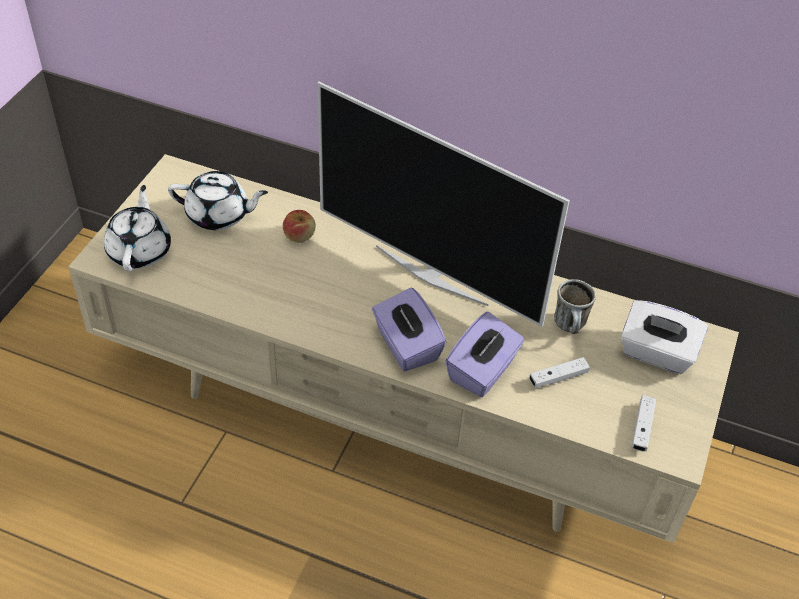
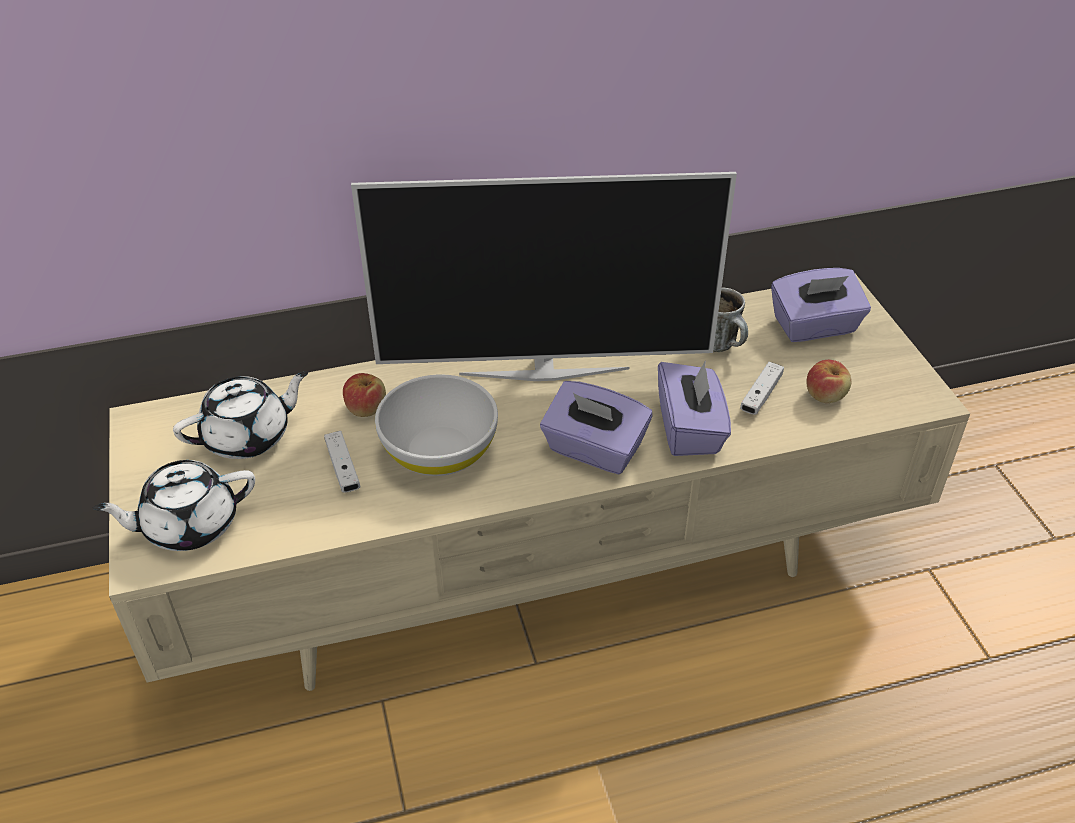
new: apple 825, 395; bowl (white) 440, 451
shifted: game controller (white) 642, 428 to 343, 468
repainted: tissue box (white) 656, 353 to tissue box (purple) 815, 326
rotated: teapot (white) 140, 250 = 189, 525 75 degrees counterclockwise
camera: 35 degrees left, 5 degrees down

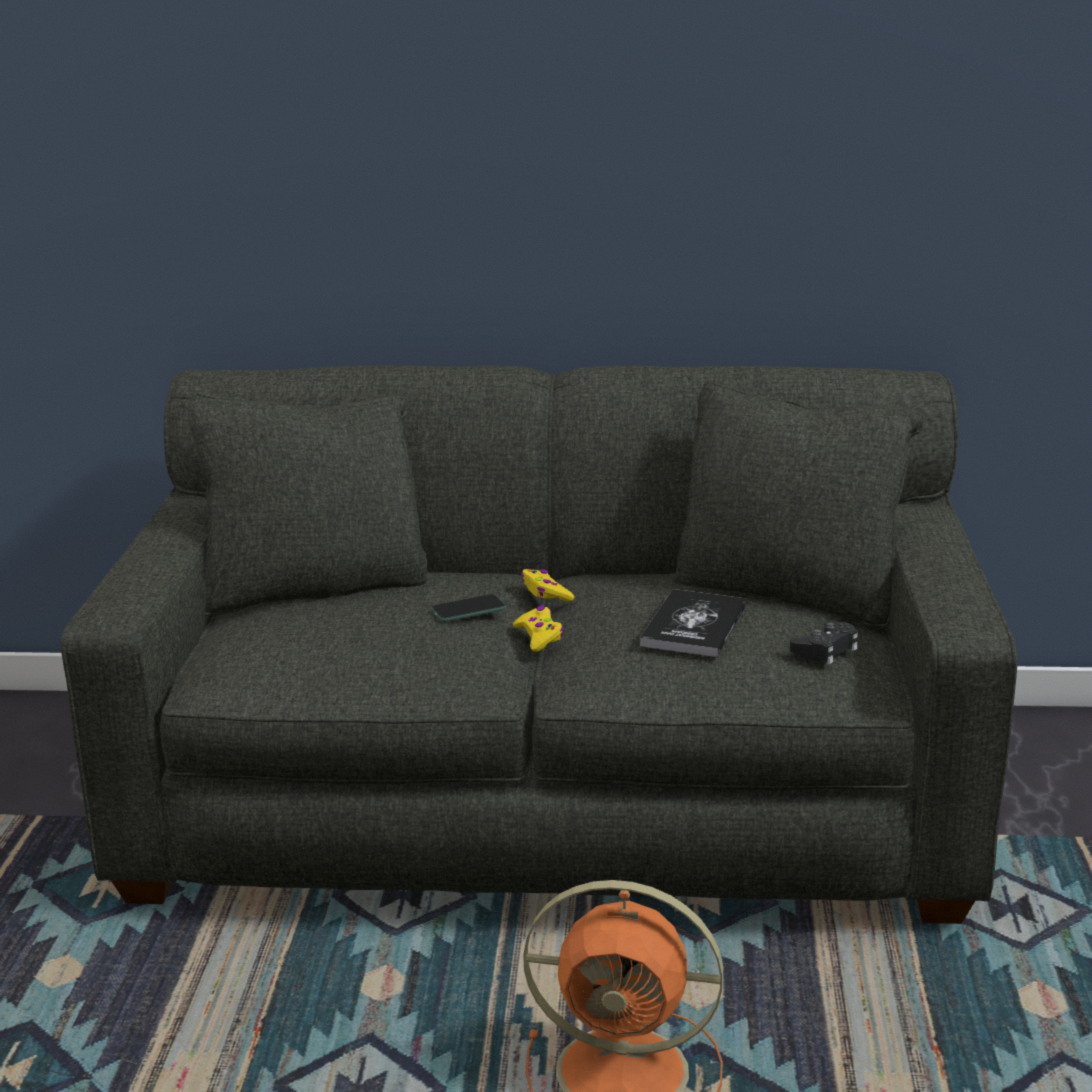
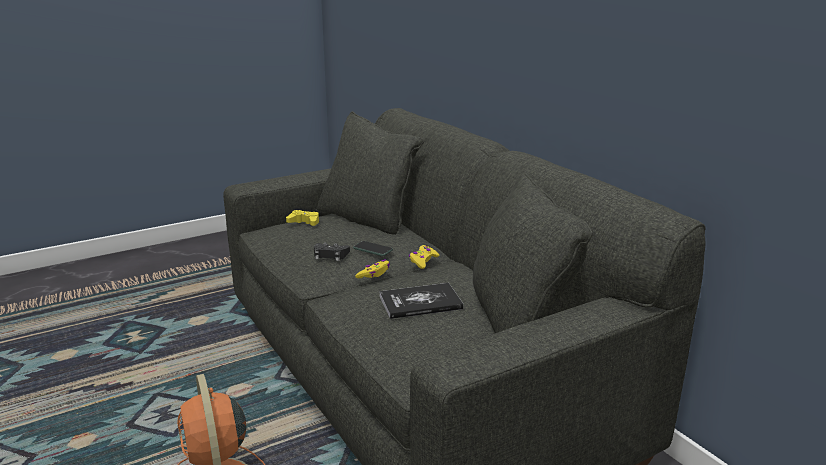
new: game controller (yellow) 304, 222
shifted: game controller (black) 825, 649 to 330, 255
camera: 55 degrees right, 0 degrees up

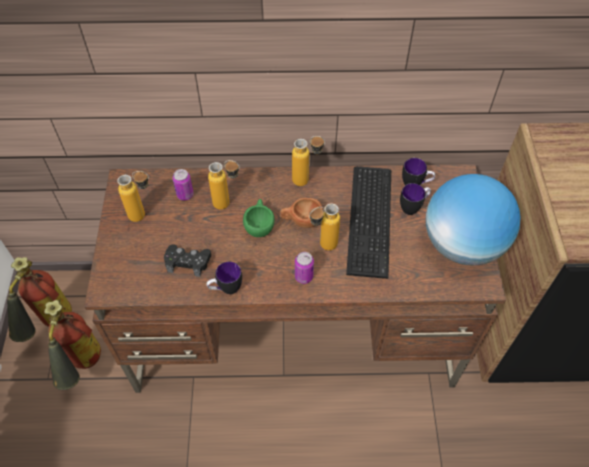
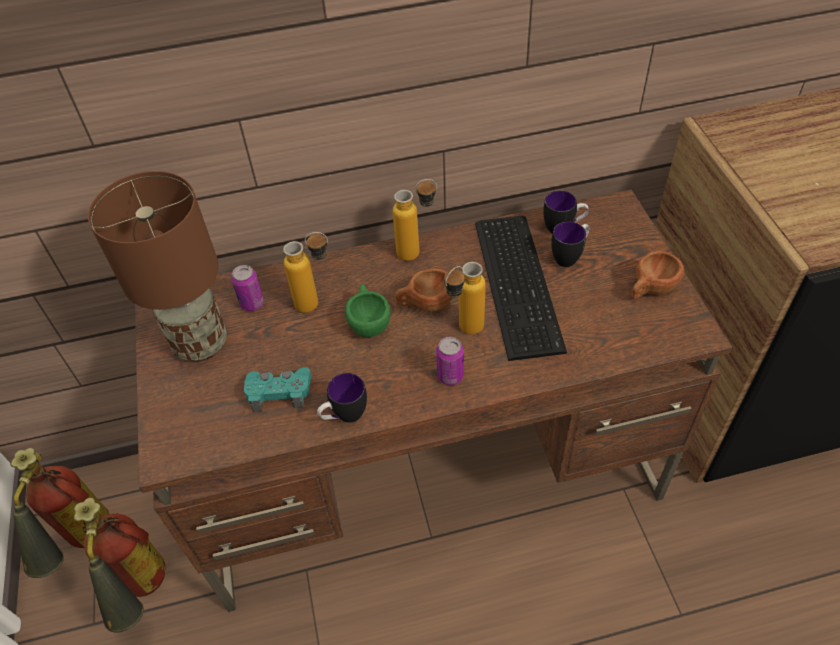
swapped: bottle 144, 215 to table lamp (brown) 199, 343; globe 462, 245 to cup (brown) 650, 290
repainted: game controller (black) 188, 262 to game controller (turquoise) 279, 392
camera: 10 degrees left, 5 degrees down

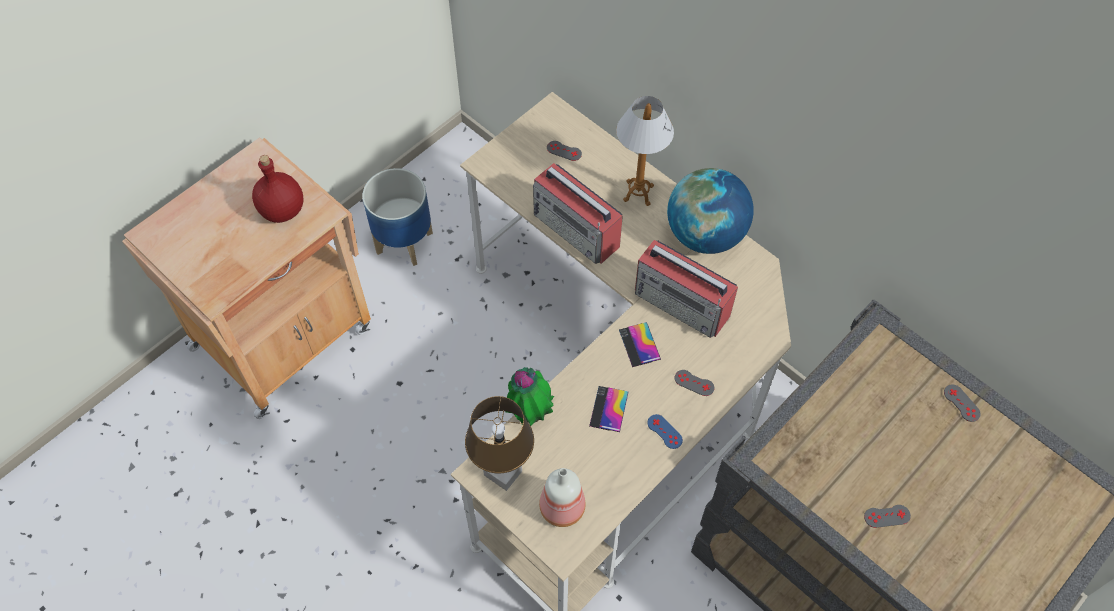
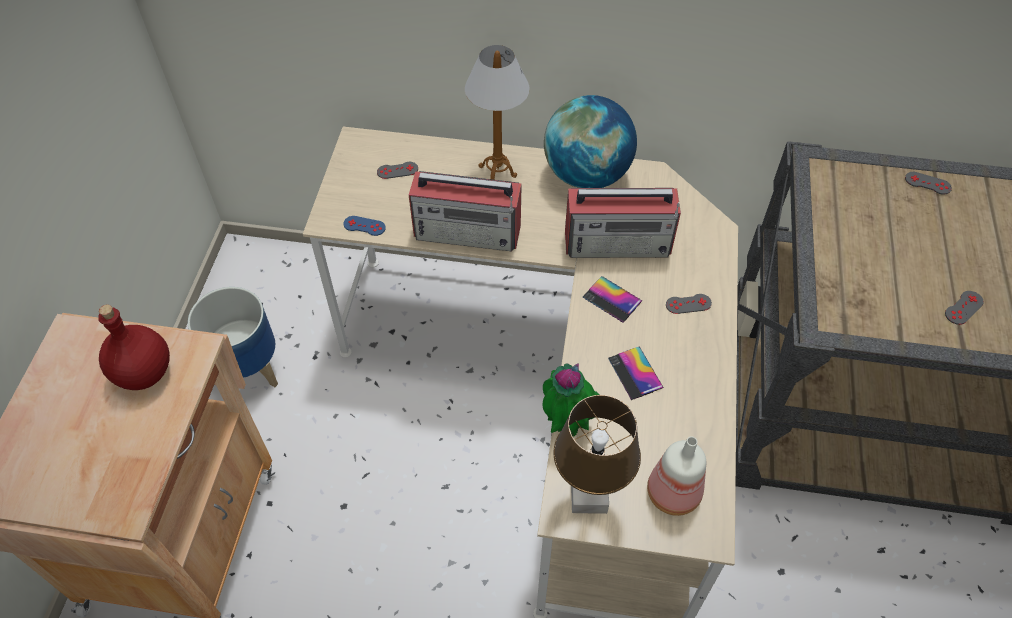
shifted: game controller (blue) 664, 431 to 364, 226
camera: 35 degrees left, 5 degrees down

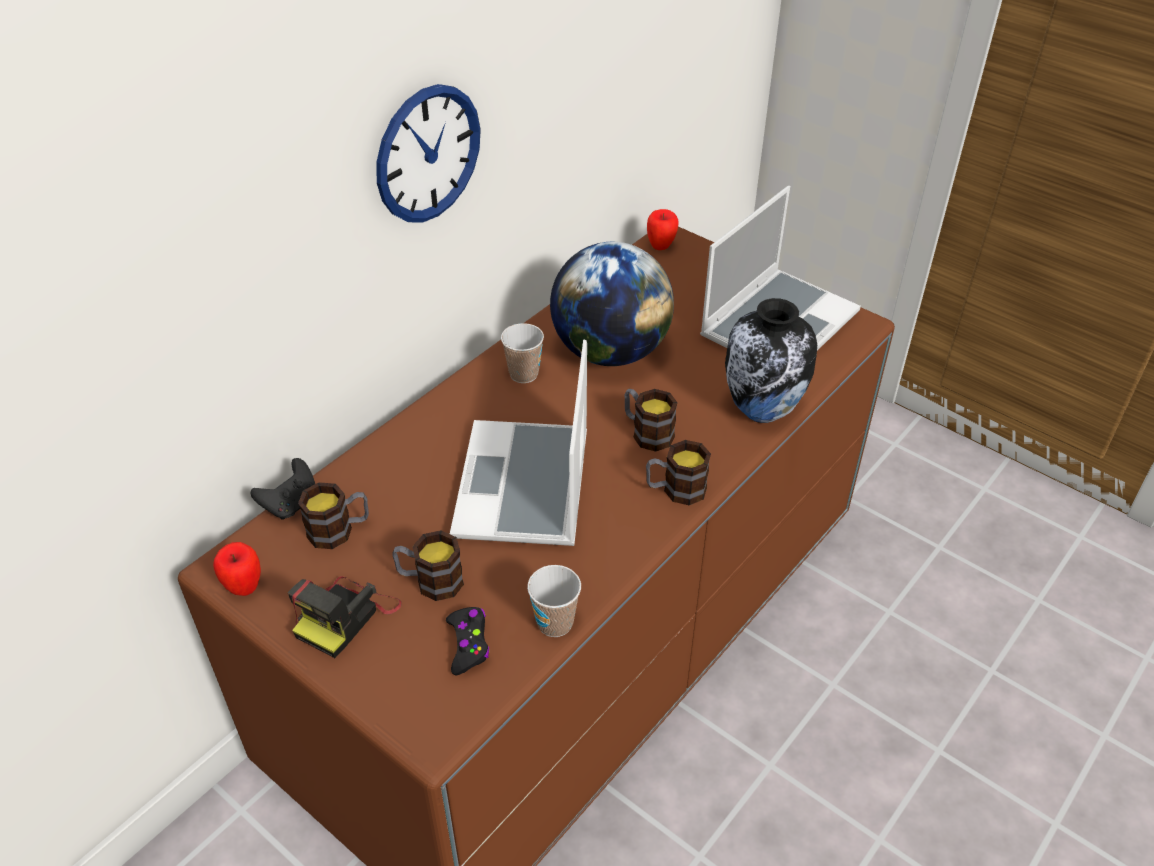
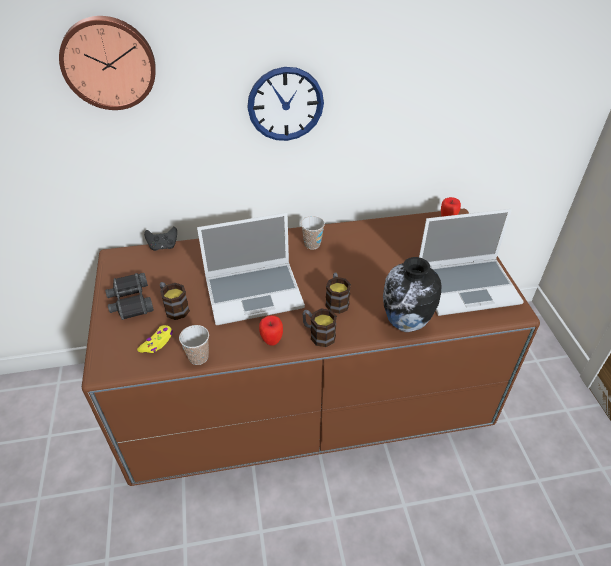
gone: globe 610, 351; mug 339, 530
new: wall clock 109, 62
shifted: apple 244, 587 to 271, 340
swapped: photo camera 346, 616 to binoculars (black) 130, 301
repainted: game controller (black) 468, 644 to game controller (yellow) 157, 342
rotated: laptop 525, 487 = 255, 293 150 degrees counterclockwise
camera: 40 degrees right, 0 degrees up

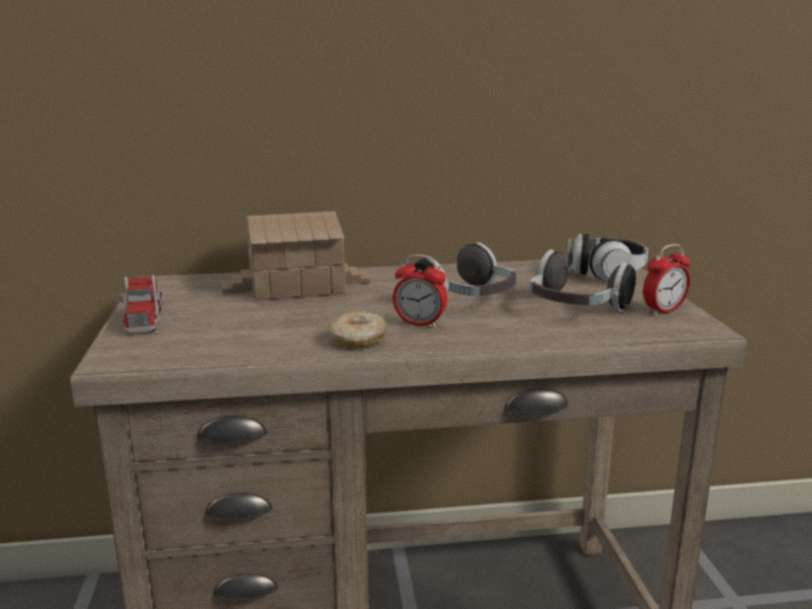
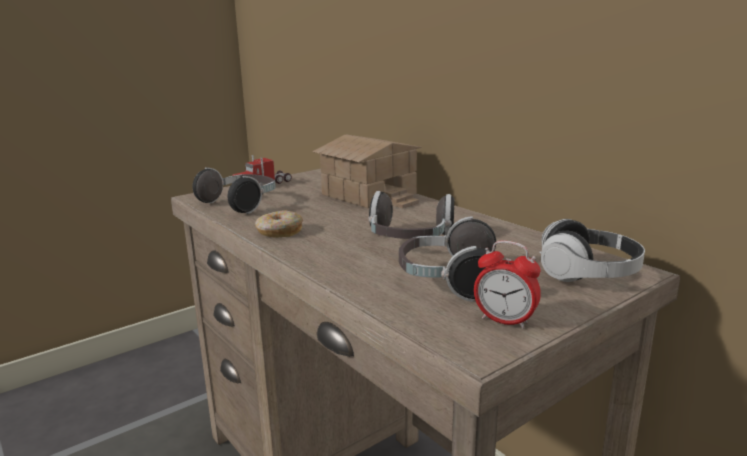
gone: alarm clock 419, 324
new: headphones 241, 204
camera: 60 degrees right, 0 degrees up

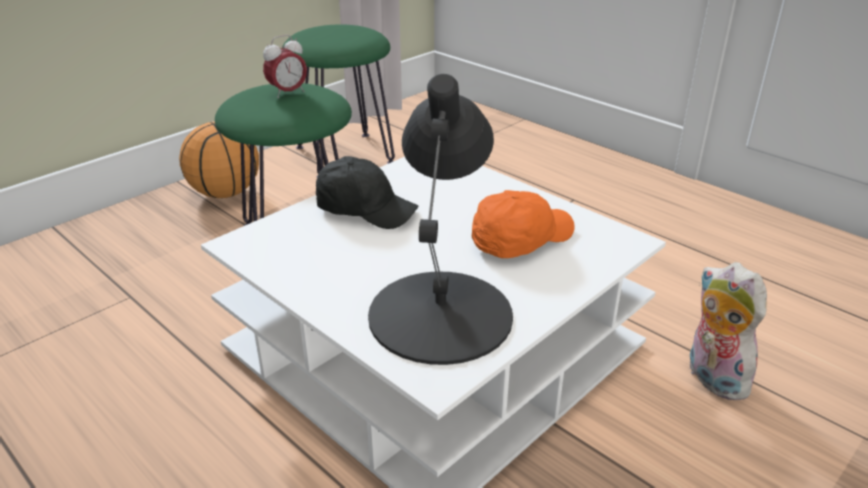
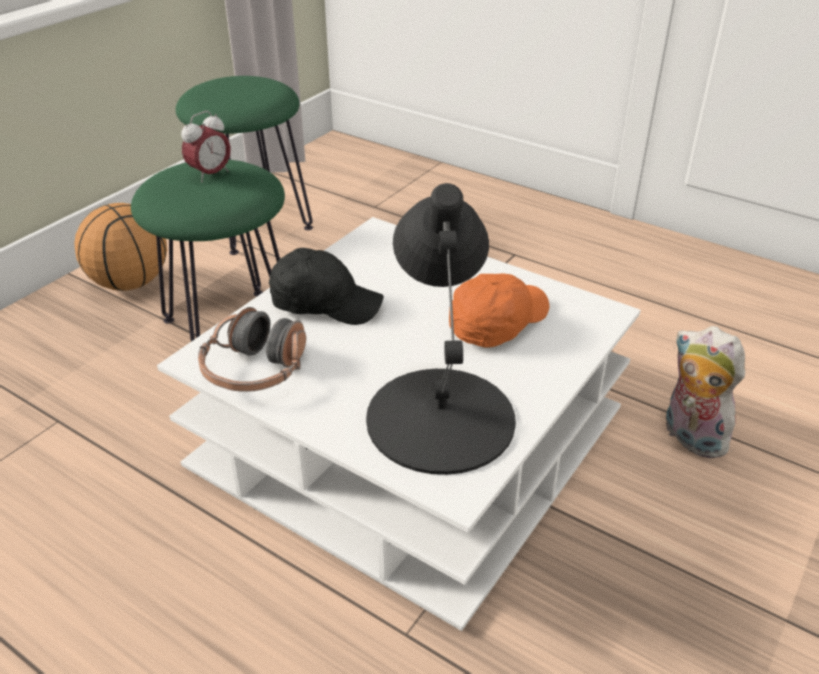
new: headphones 255, 370
camera: 10 degrees left, 5 degrees up

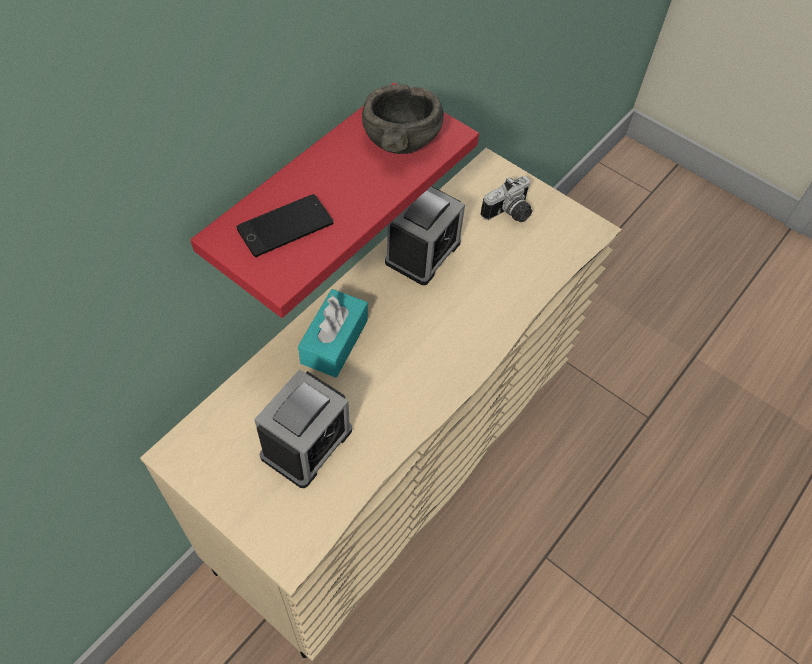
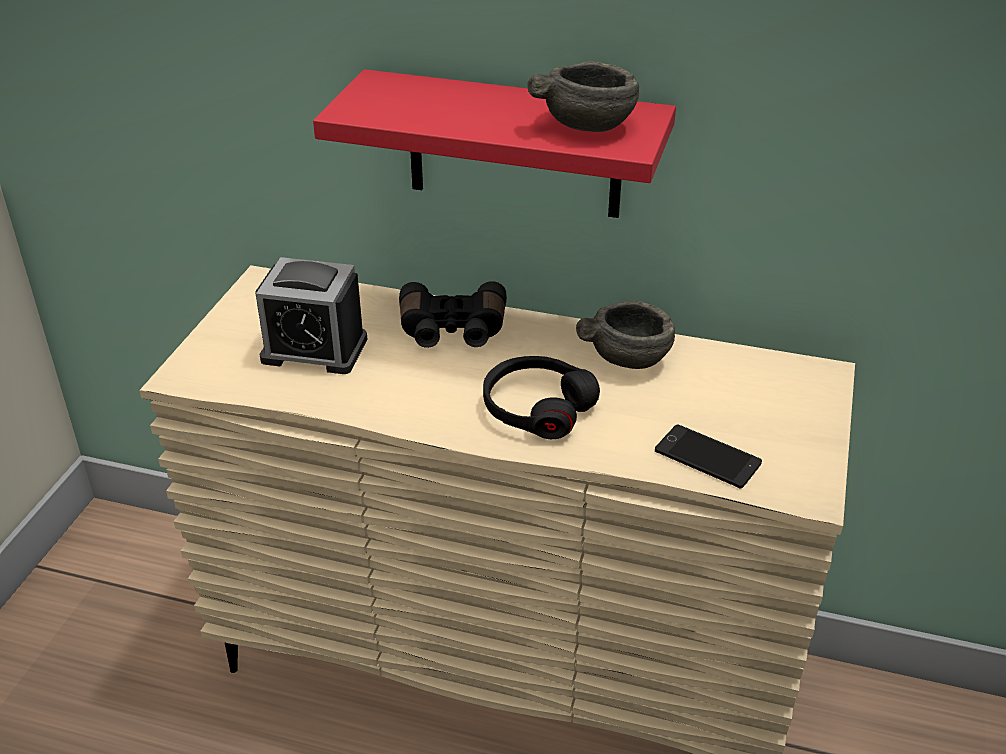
gone: photo camera 509, 214
new: headphones (black) 537, 408
shifted: phone 285, 226 to 707, 457
swapped: alarm clock 423, 252 to bowl (grey) 628, 357; tissue box (turquoise) 334, 341 to binoculars (black) 452, 331
camera: 70 degrees right, 20 degrees down

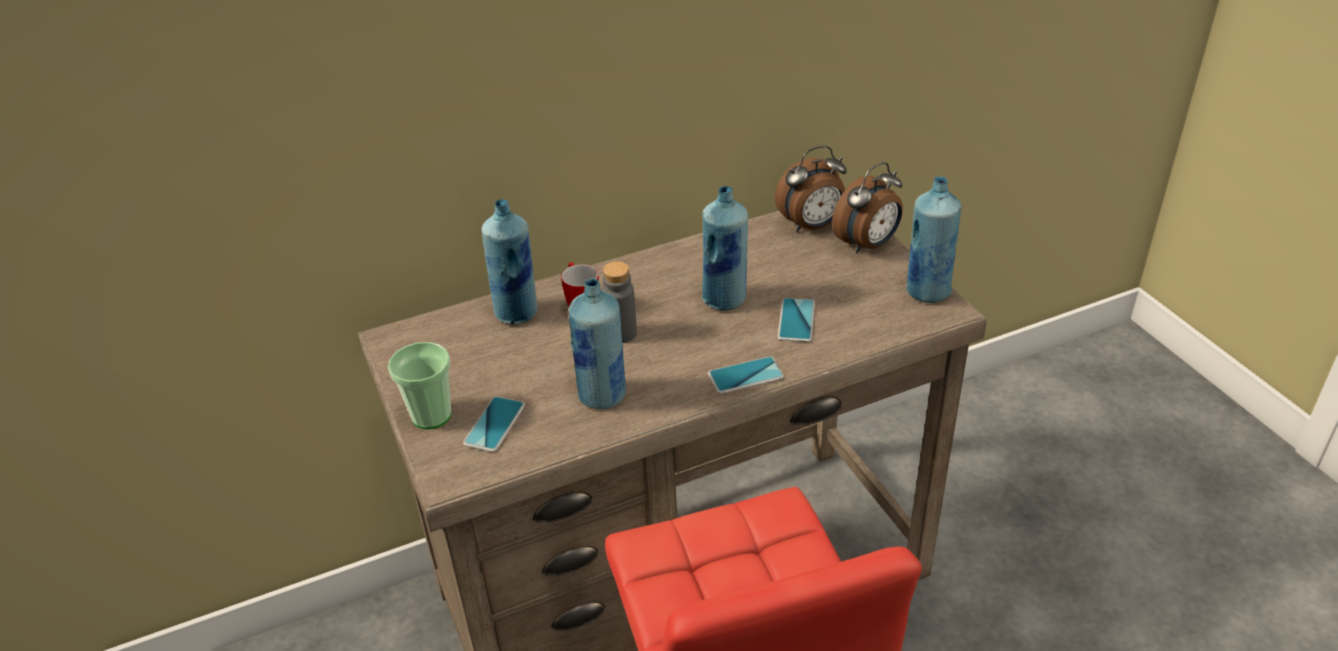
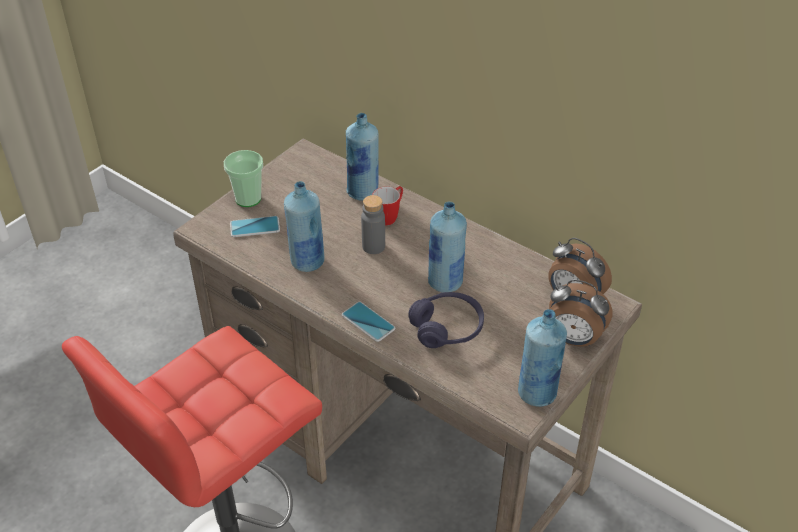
swapped: phone 796, 320 to headphones (purple) 447, 328
camera: 60 degrees right, 5 degrees up

